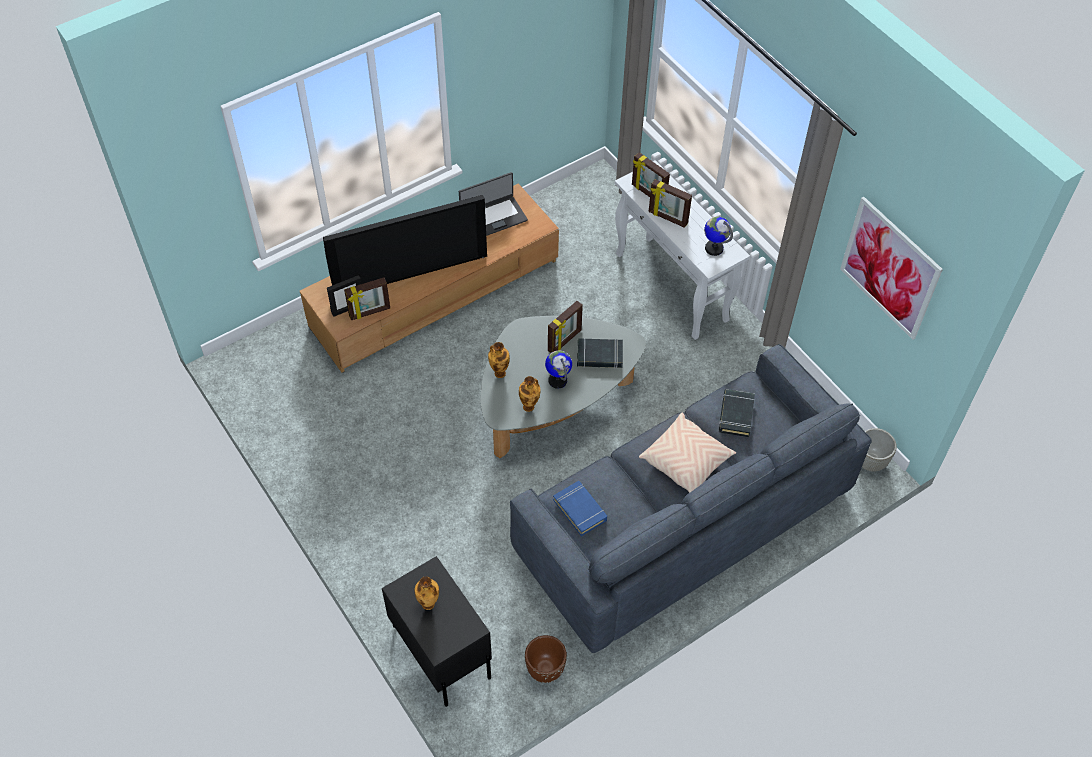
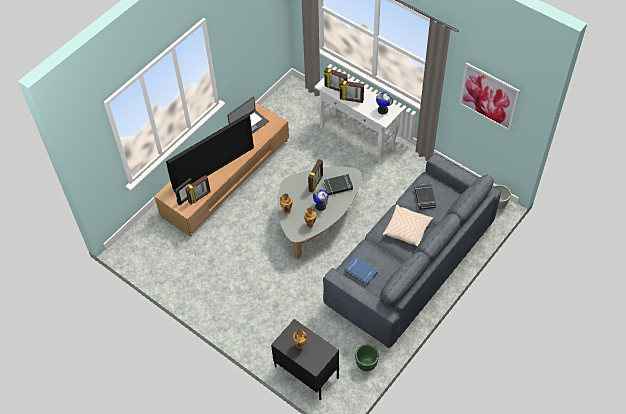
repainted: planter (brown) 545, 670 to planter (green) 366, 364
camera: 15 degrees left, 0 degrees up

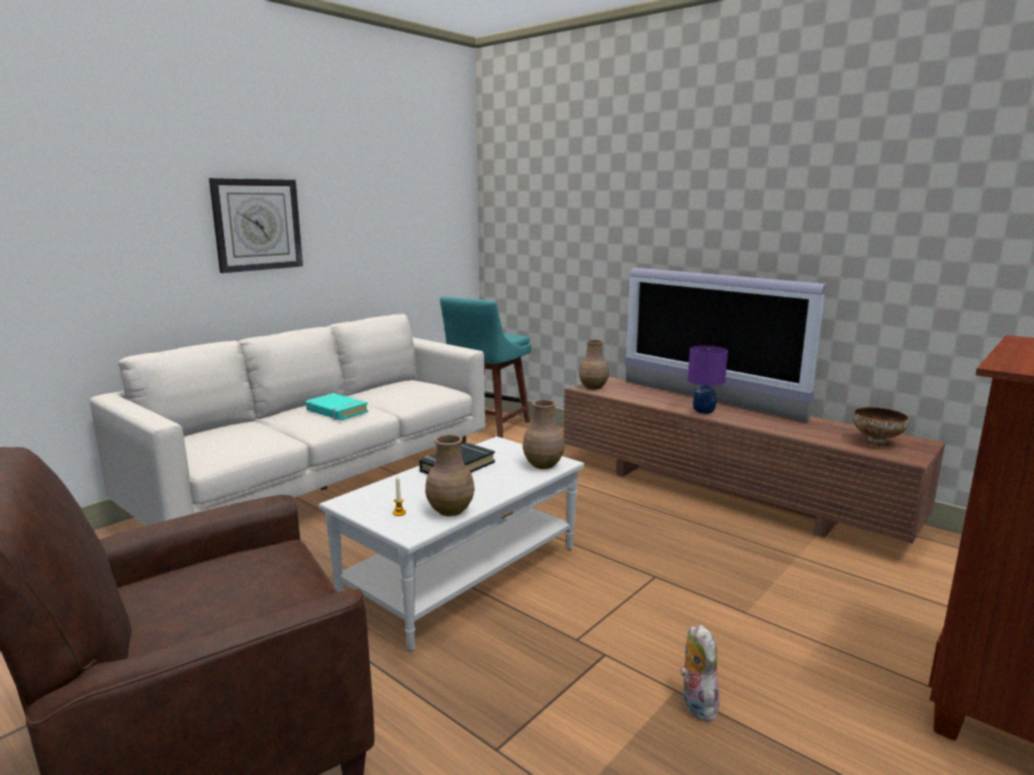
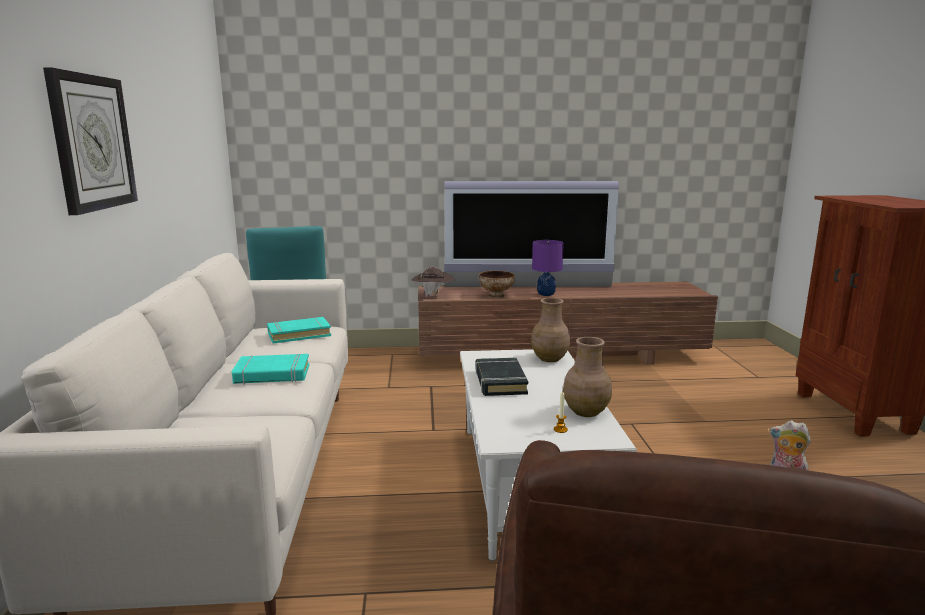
new: book (turquoise) 299, 334
shifted: bowl 876, 442 to 496, 295
swapped: vase (brown) 593, 387 to hat (brown) 433, 296
camera: 45 degrees left, 0 degrees up

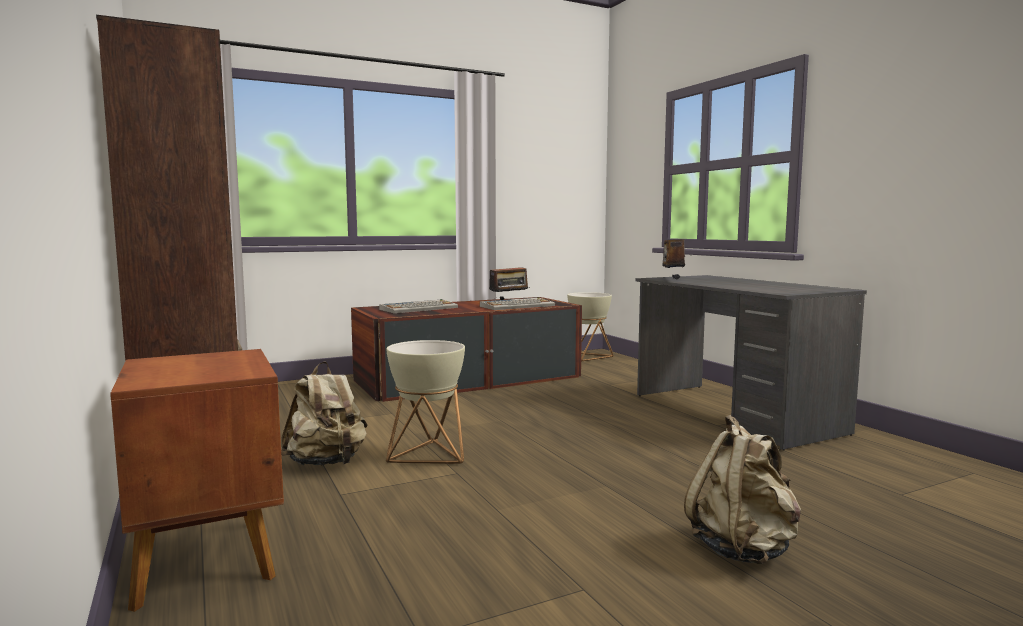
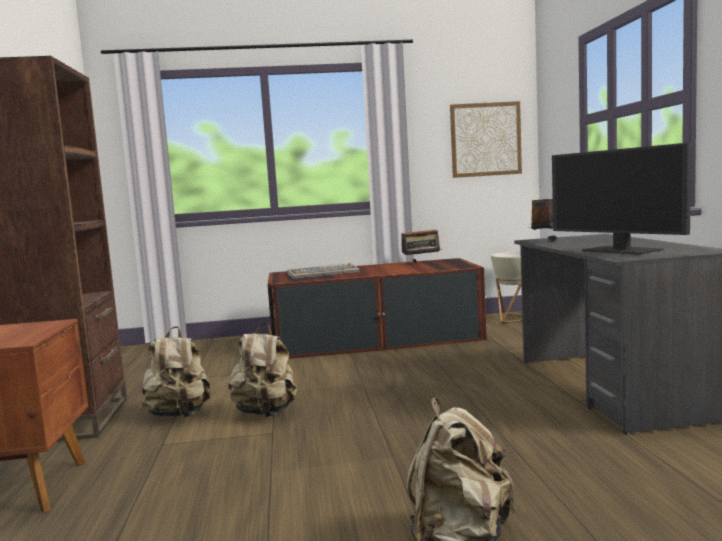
gone: keyboard 517, 306
new: picture 485, 138; monitor 622, 250
swapped: planter 428, 455 to backpack (beige) 266, 413
camera: 20 degrees right, 0 degrees up

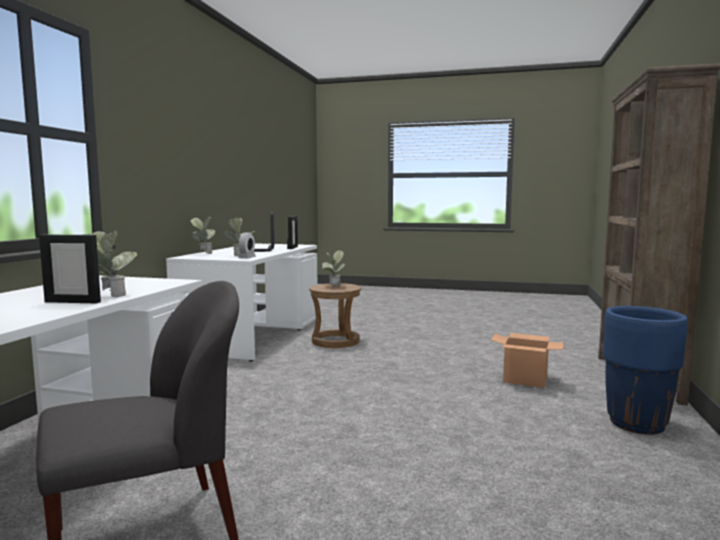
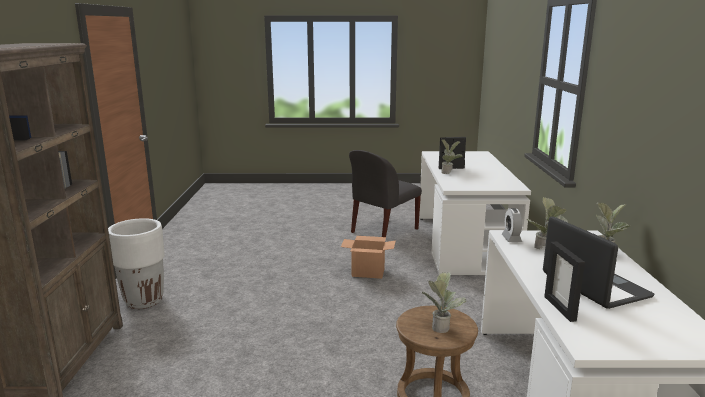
shifted: cardboard box 525, 380 to 367, 273
repainted: planter (blue) 636, 424 to planter (white) 144, 301
camera: 165 degrees right, 10 degrees up

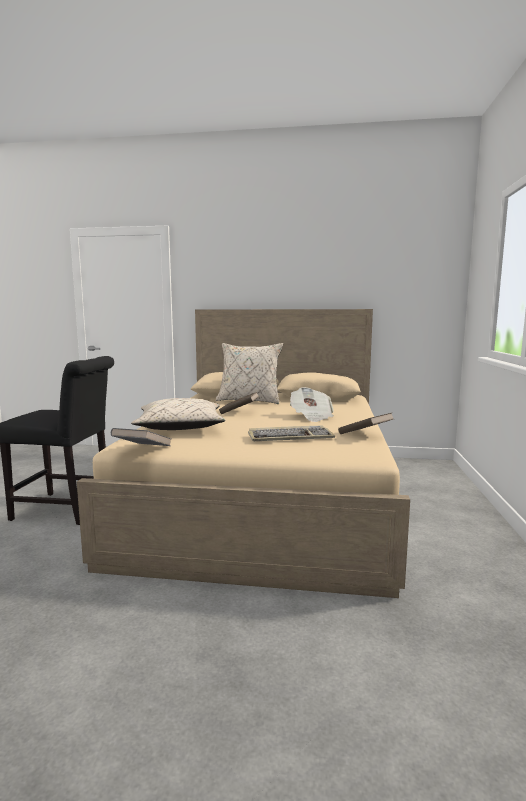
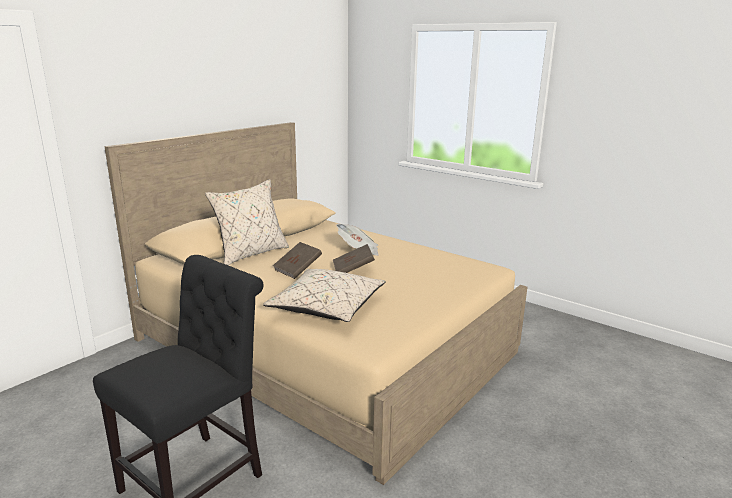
gone: keyboard 290, 437; book (grey) 142, 450
shifted: book (brown) 365, 435 to 353, 270
camera: 60 degrees left, 10 degrees up

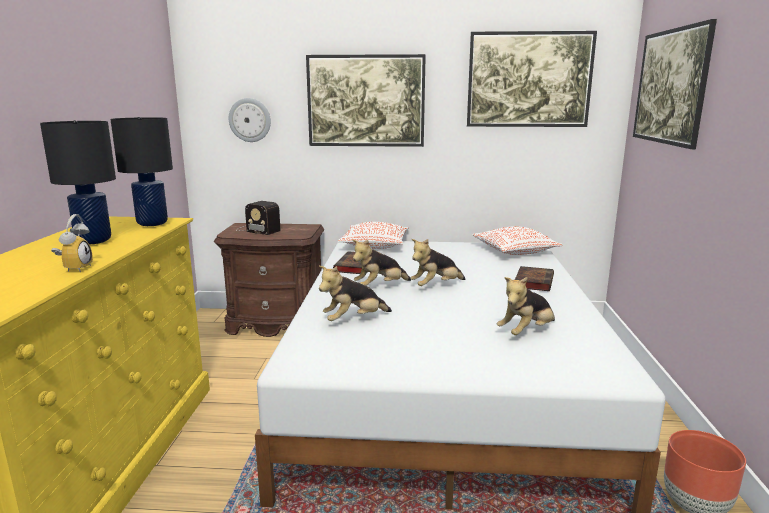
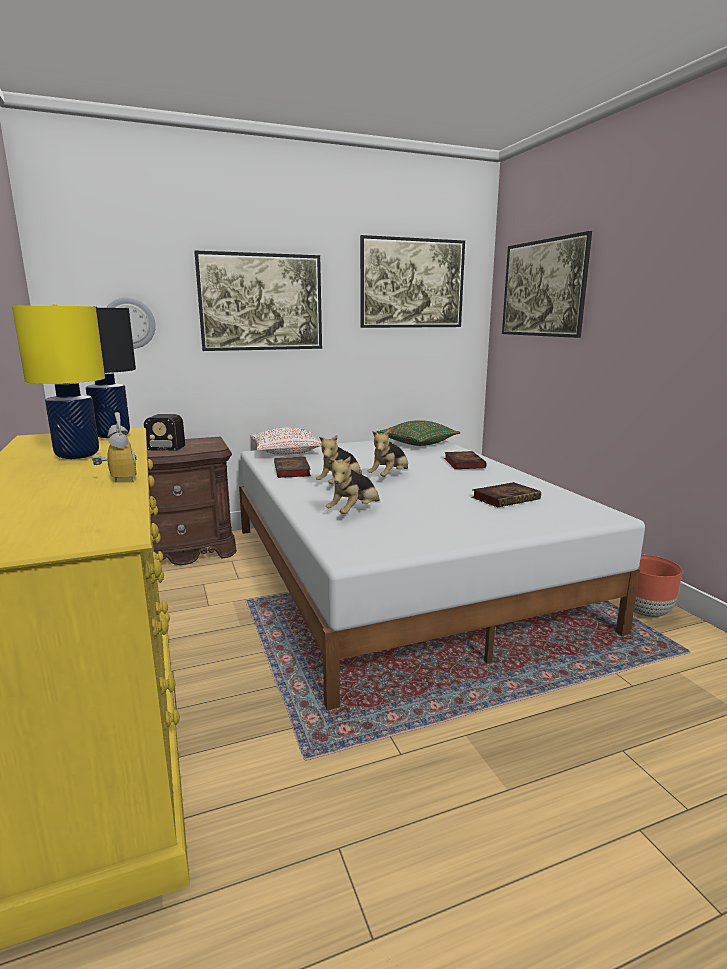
swapped: plush toy 526, 332 to book 506, 498
repainted: table lamp (black) 93, 242 to table lamp (yellow) 77, 457; pillow (white) 515, 251 to pillow (green) 418, 443
camera: 25 degrees left, 0 degrees up

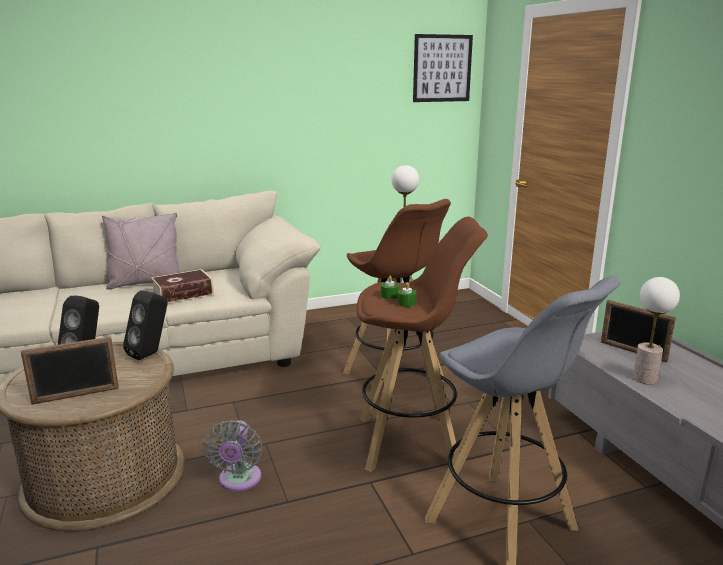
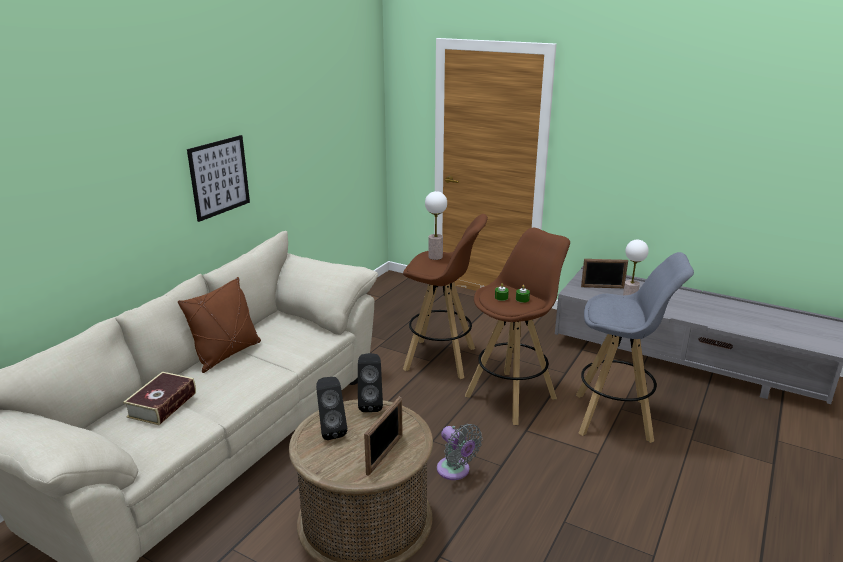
shifted: picture 442, 68 to 219, 177; book 183, 293 to 162, 405
repainted: pillow (purple) 146, 283 to pillow (brown) 227, 354
camera: 40 degrees left, 5 degrees up

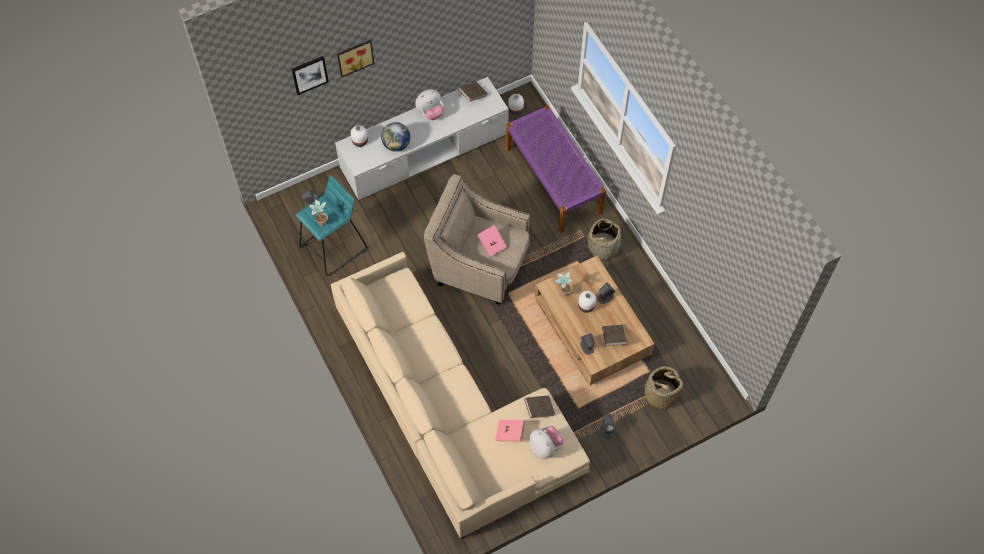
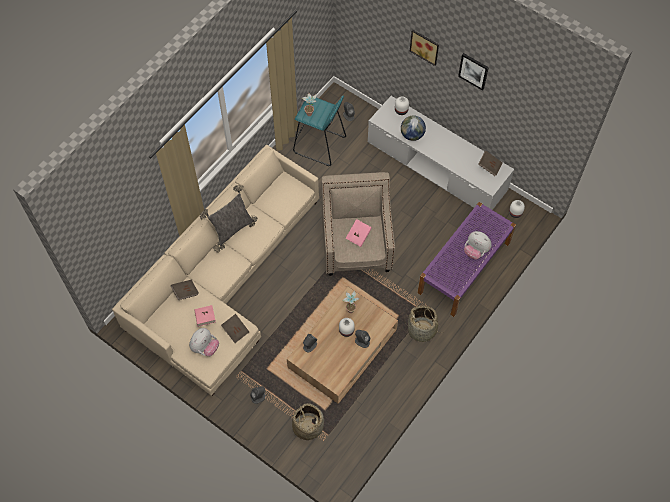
new: pillow 231, 231
shifted: picture 309, 74 to 473, 71; plush toy 430, 112 to 475, 251; book (brown) 613, 338 to 185, 292
camera: 65 degrees right, 0 degrees up

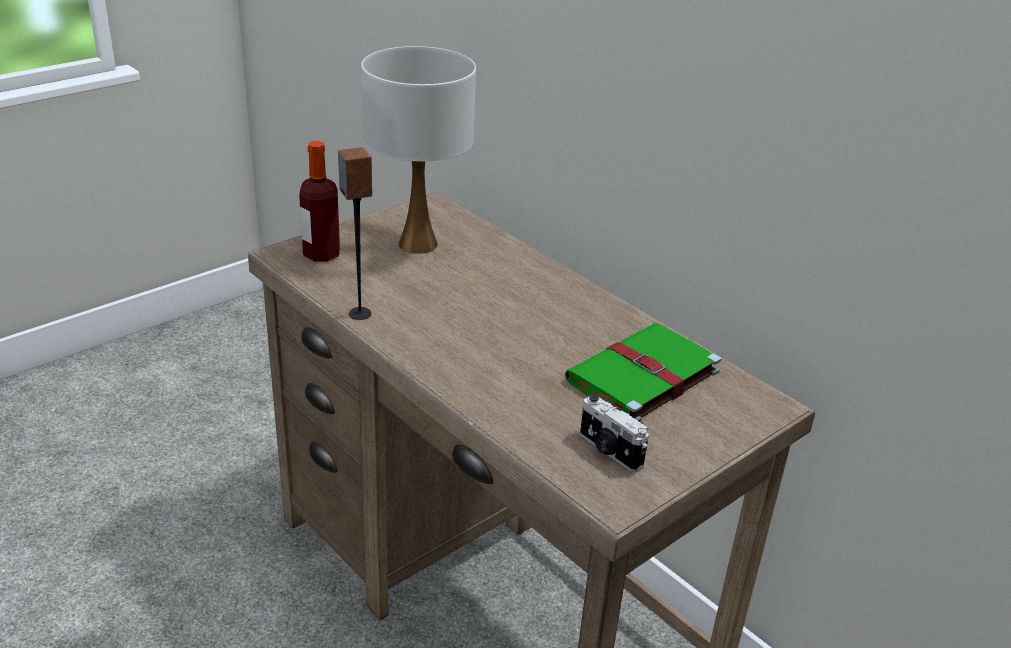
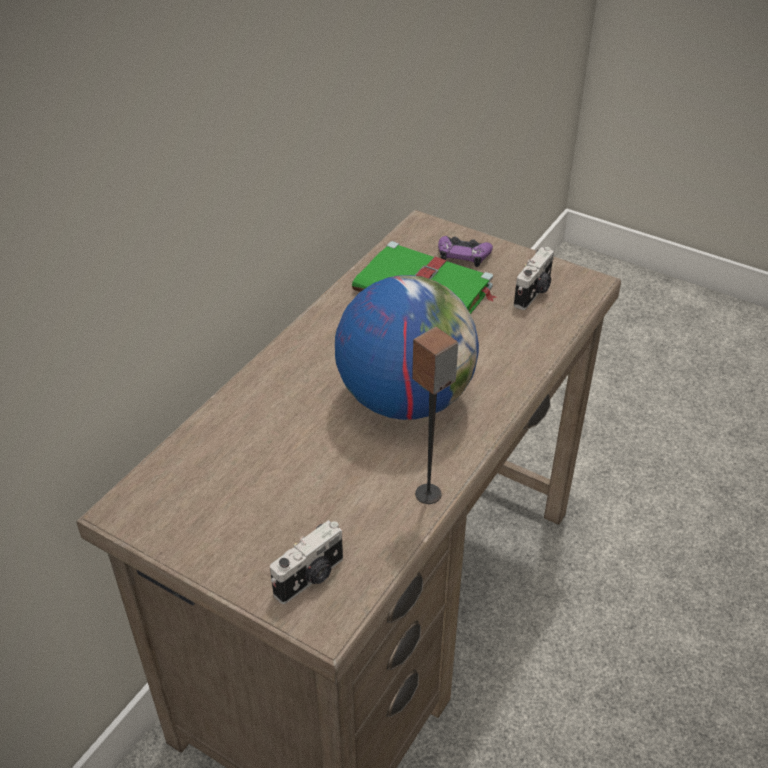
gone: table lamp (white) 417, 244
new: game controller (purple) 463, 254; globe 405, 399
swapped: bottle 321, 254 to photo camera 311, 578
camera: 105 degrees left, 10 degrees up

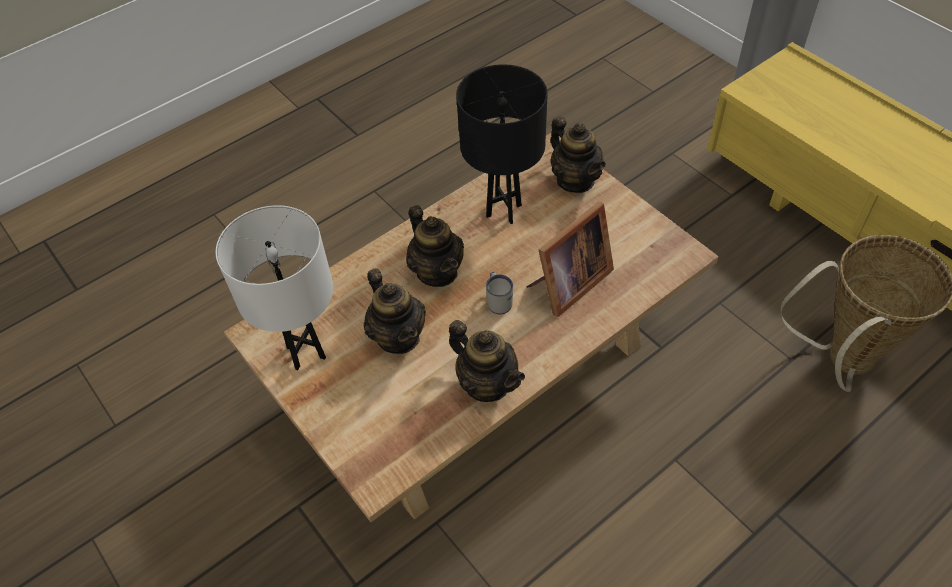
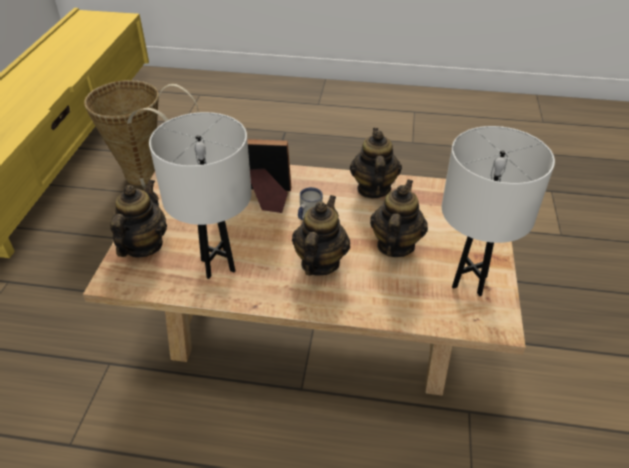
repainted: table lamp (black) 503, 210 to table lamp (white) 218, 266
camera: 135 degrees left, 10 degrees down

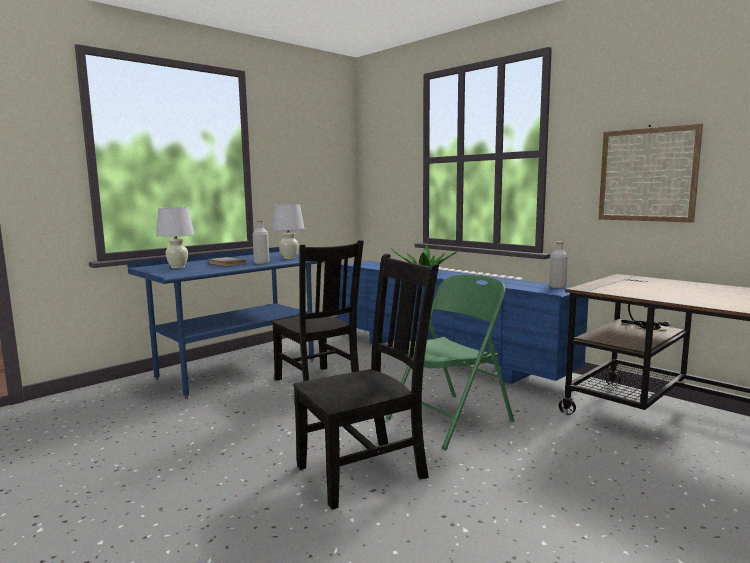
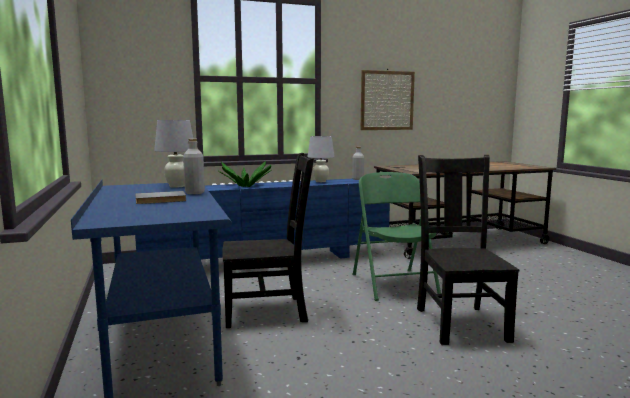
shifted: table lamp (white) 178, 267 to 320, 181
camera: 65 degrees left, 0 degrees up

